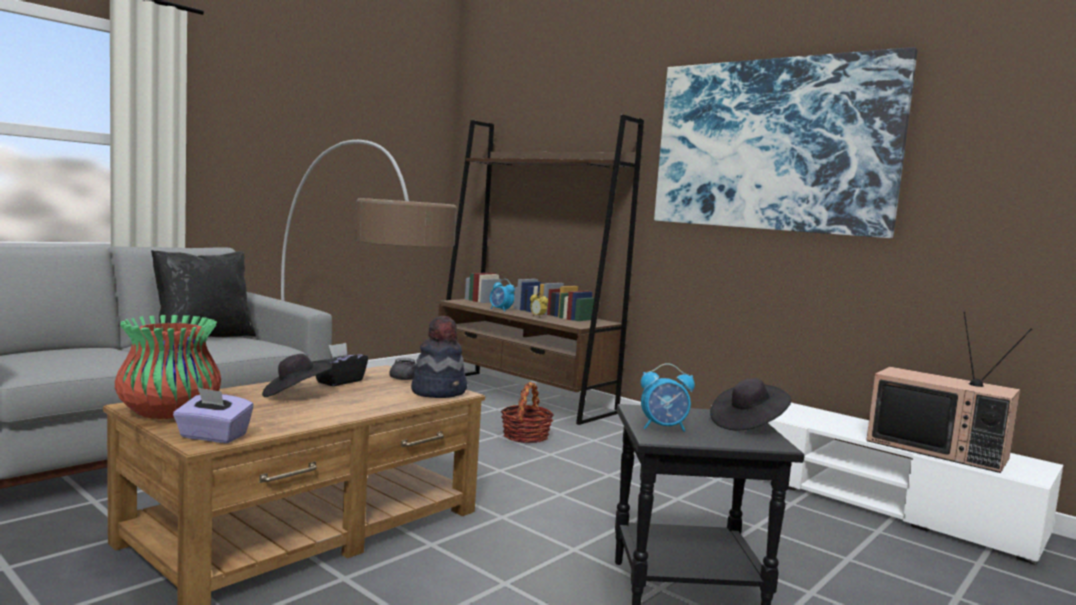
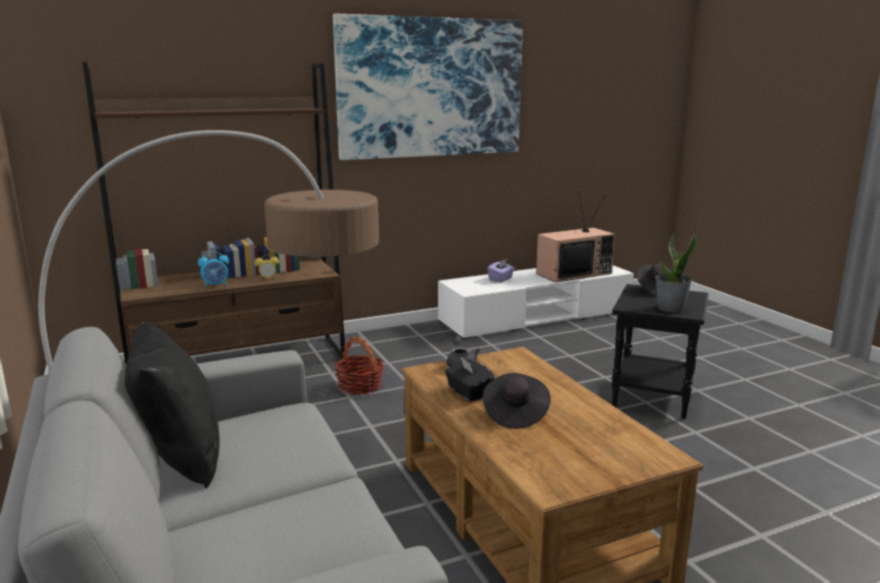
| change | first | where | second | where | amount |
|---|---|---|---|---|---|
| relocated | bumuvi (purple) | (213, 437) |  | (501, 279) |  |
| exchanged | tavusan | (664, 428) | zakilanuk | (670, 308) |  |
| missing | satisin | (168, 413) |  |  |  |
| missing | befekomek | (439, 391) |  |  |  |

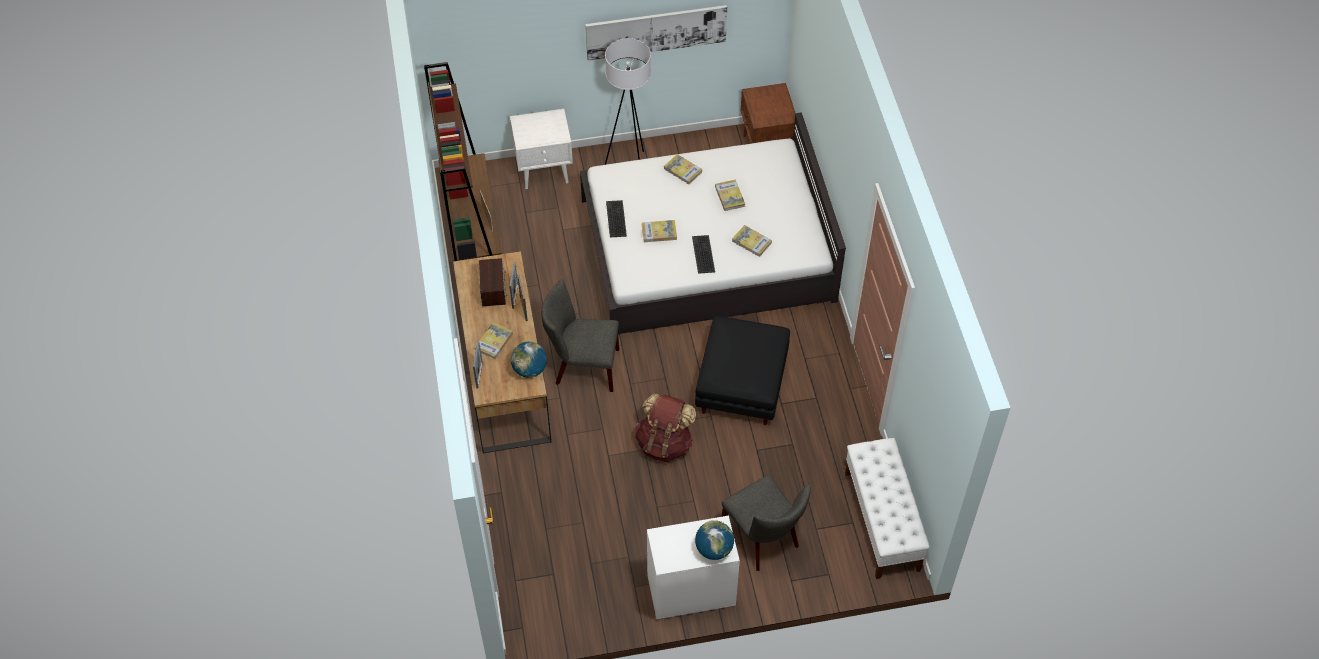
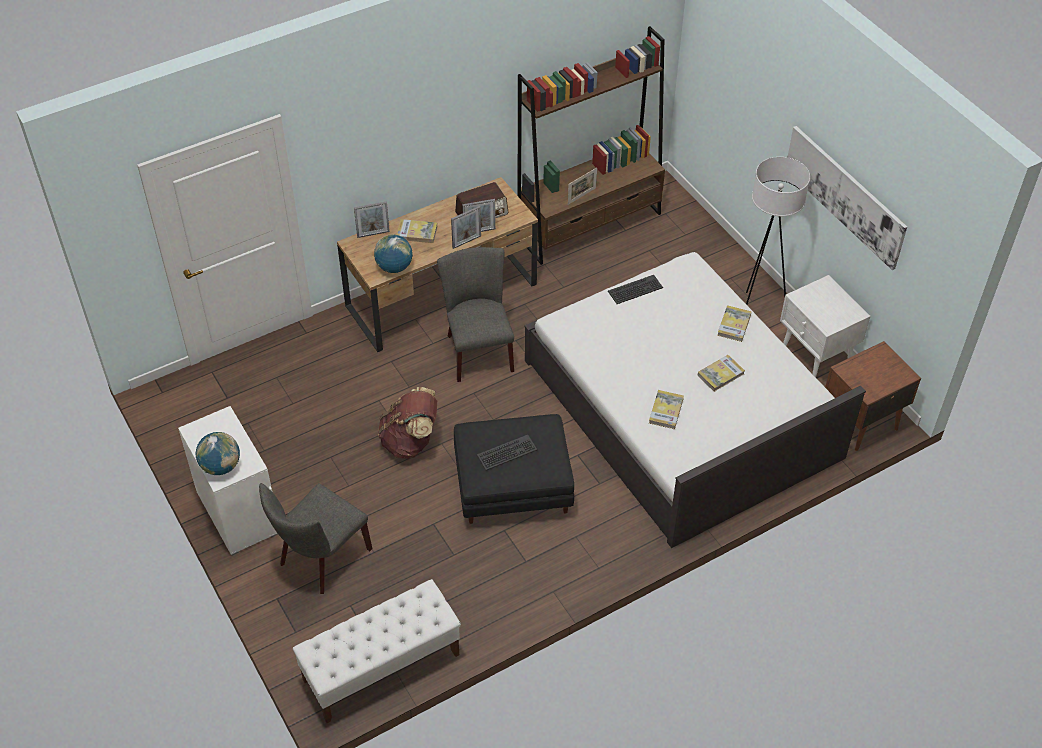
| change | first | where | second | where | amount |
|---|---|---|---|---|---|
| relocated | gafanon | (703, 254) |  | (507, 453) |  |
| relocated | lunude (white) | (544, 171) |  | (816, 356) |  |
| missing | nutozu | (659, 232) |  |  |  |

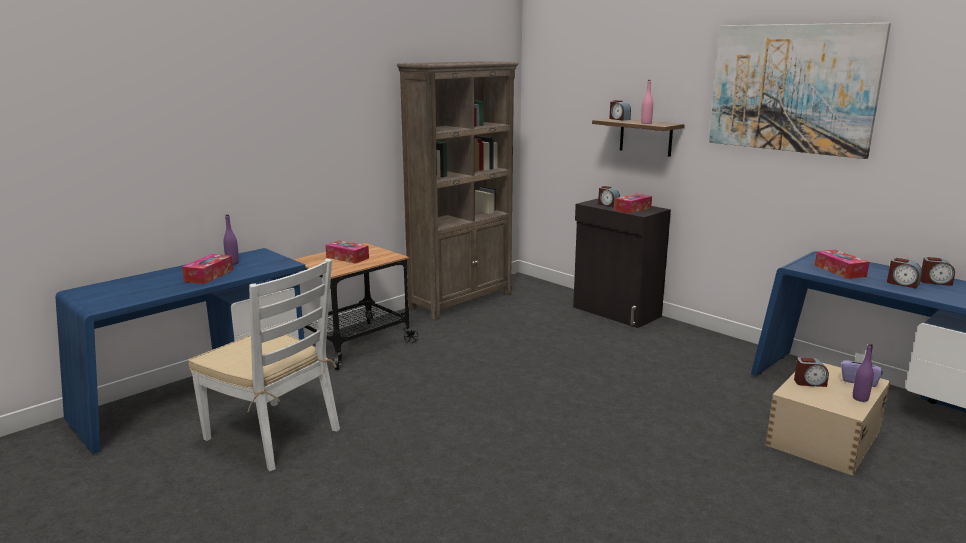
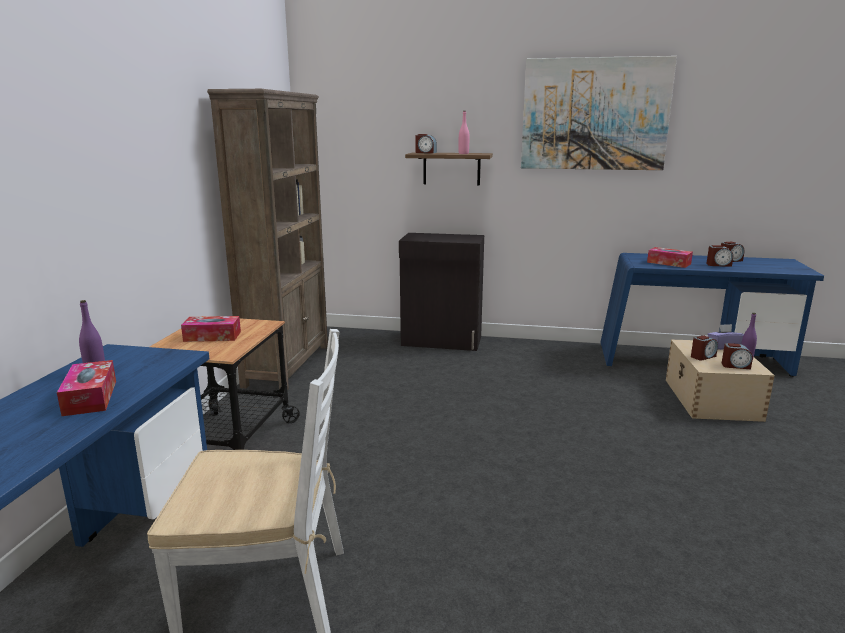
| change | first | where | second | where | amount |
|---|---|---|---|---|---|
| relocated | tavusan | (608, 205) |  | (735, 366) |  |
| missing | bumuvi | (633, 209) |  |  |  |

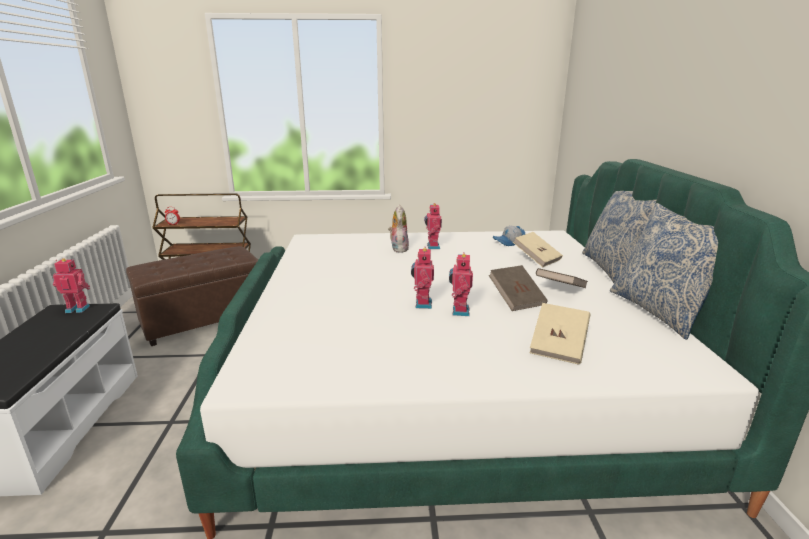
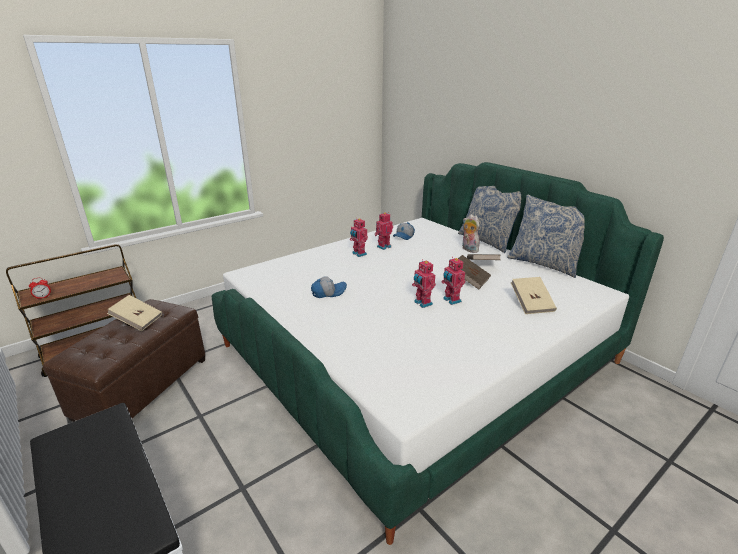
| change | first | where | second | where | amount |
|---|---|---|---|---|---|
| relocated | nutozu (beige) | (536, 259) |  | (138, 321) |  |
| appeared |  |  | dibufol | (328, 292) |  |
| relocated | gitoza | (78, 308) |  | (383, 246) |  |
| relocated | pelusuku | (398, 248) |  | (468, 249) |  |

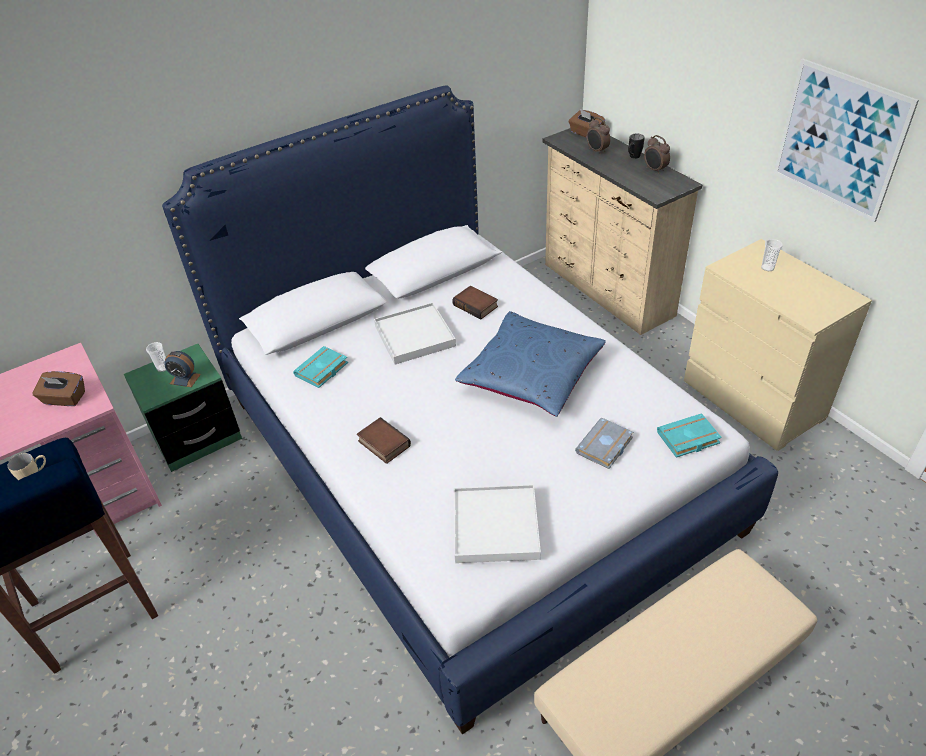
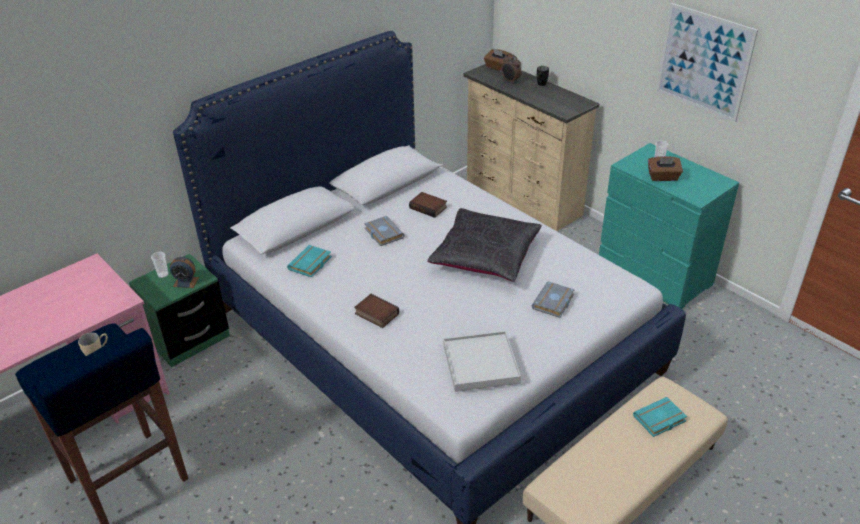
| change | first | where | second | where | amount |
|---|---|---|---|---|---|
| exchanged | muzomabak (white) | (414, 336) | nutozu (grey) | (382, 233) |  |
| colour | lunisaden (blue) | (531, 376) | lunisaden (black) | (485, 256) |  |
| colour | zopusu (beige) | (753, 401) | zopusu (turquoise) | (655, 275) |  |
| relocated | nutozu (turquoise) | (688, 439) |  | (659, 420) |  |
| relocated | bumuvi (brown) | (64, 399) |  | (663, 177) |  |
| missing | tavusan | (655, 170) |  |  |  |

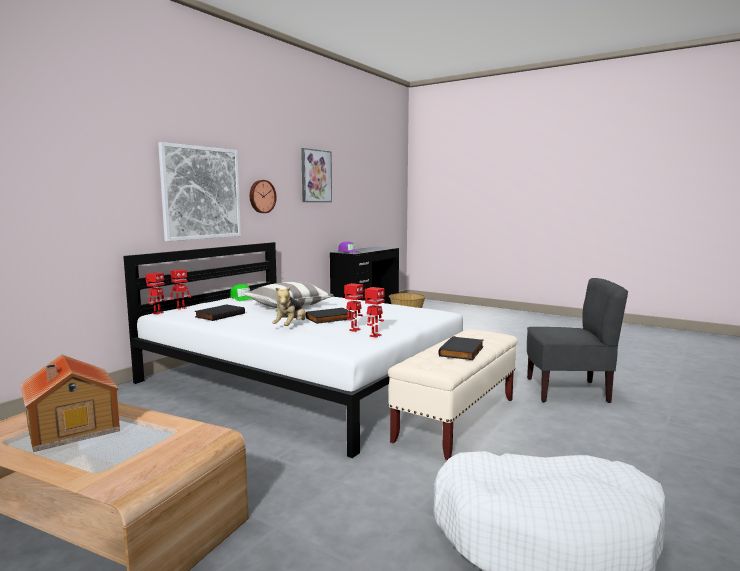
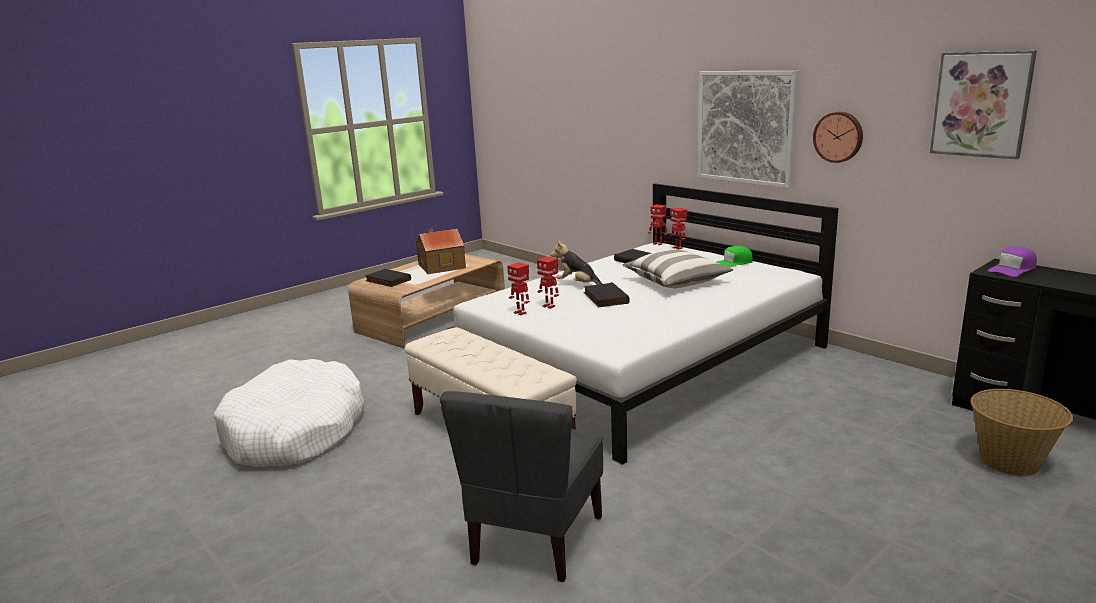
| change | first | where | second | where | amount |
|---|---|---|---|---|---|
| relocated | nutozu (black) | (462, 351) |  | (387, 281) |  |

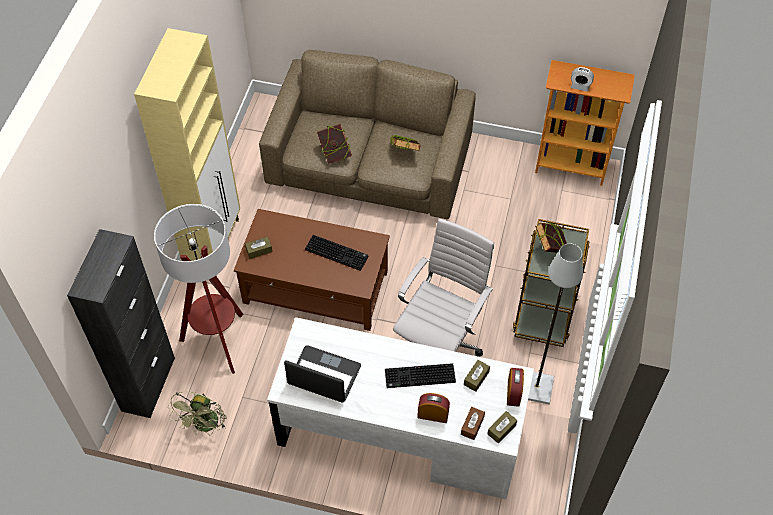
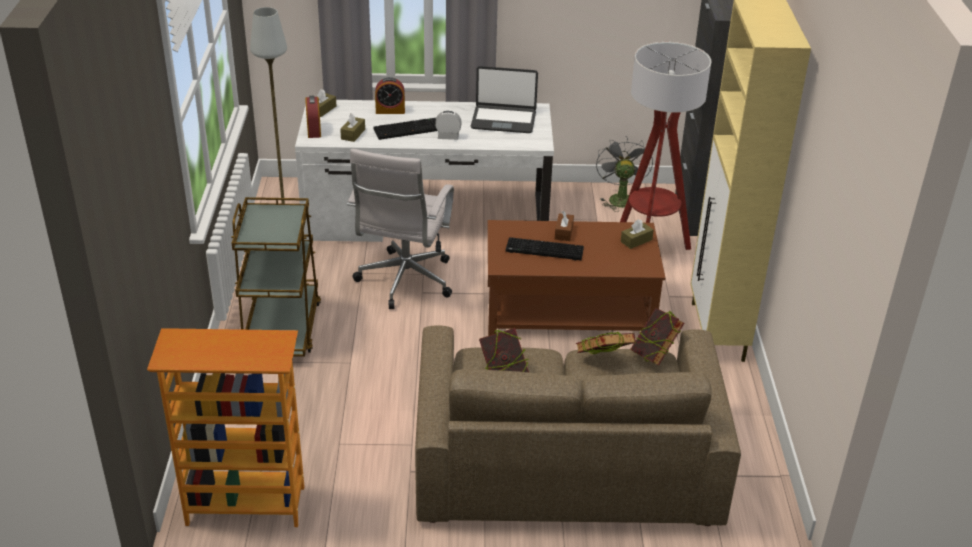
| change | first | where | second | where | amount |
|---|---|---|---|---|---|
| relocated | tavusan | (580, 86) |  | (448, 137) |  |
| relocated | bumuvi (brown) | (472, 426) |  | (563, 232) |  |
| colour | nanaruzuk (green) | (204, 426) | nanaruzuk (grey) | (619, 198) |  |
| relocated | nutozu | (550, 249) |  | (654, 355) |  |

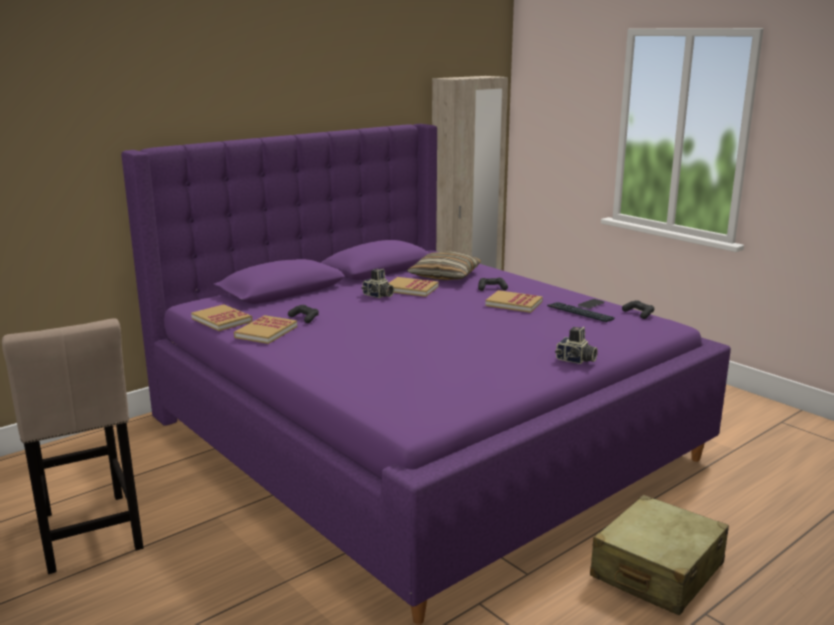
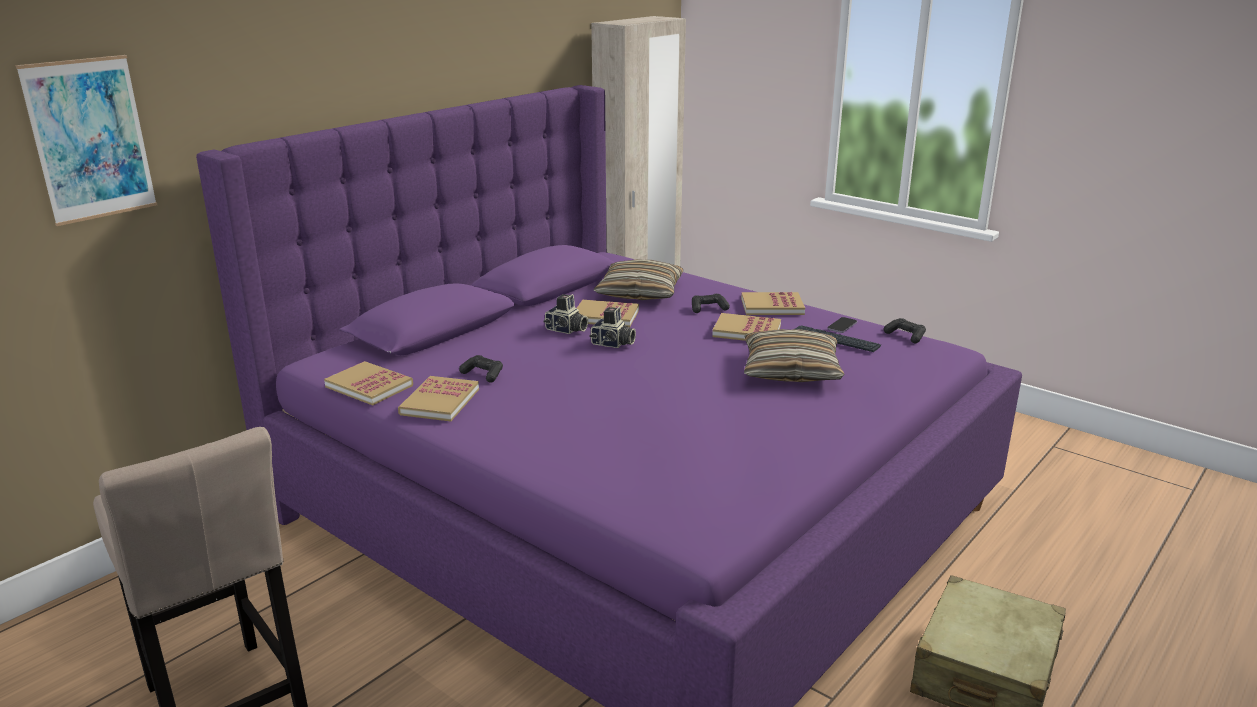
| change | first | where | second | where | amount |
|---|---|---|---|---|---|
| appeared |  |  | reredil | (90, 139) |  |
| relocated | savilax | (575, 360) |  | (613, 344) |  |
| appeared |  |  | nutozu | (772, 306) |  |
| appeared |  |  | lunisaden | (790, 370) |  |

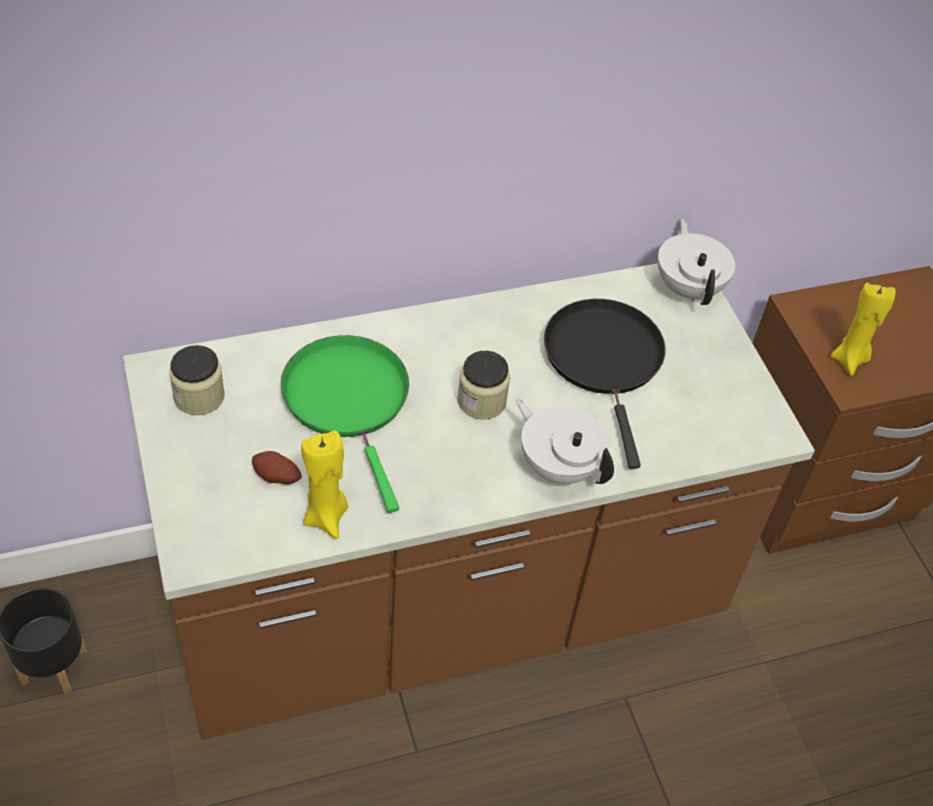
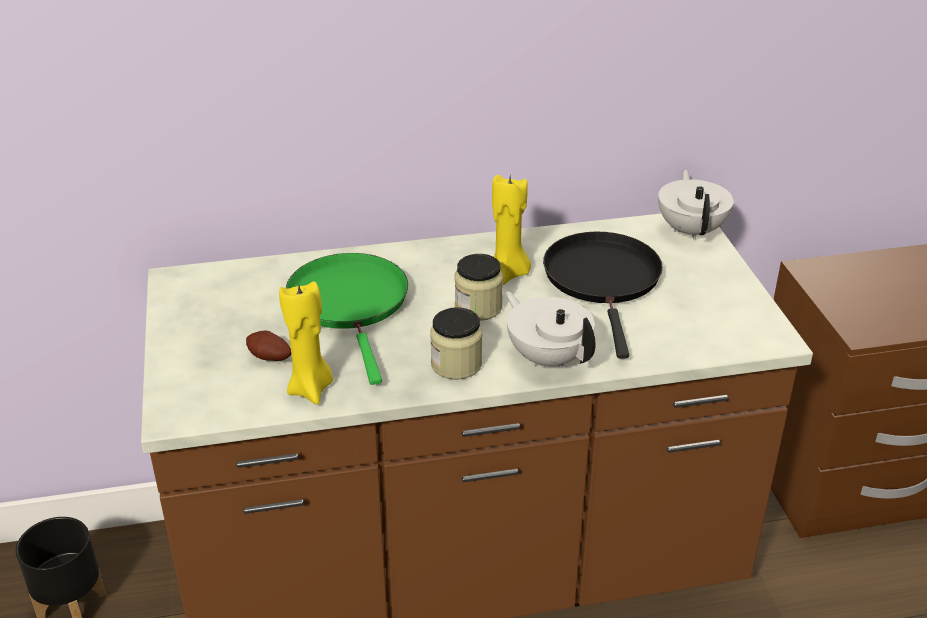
| change | first | where | second | where | amount |
|---|---|---|---|---|---|
| relocated | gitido | (199, 397) |  | (456, 364) |  |
| relocated | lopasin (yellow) | (850, 359) |  | (509, 274) |  |

